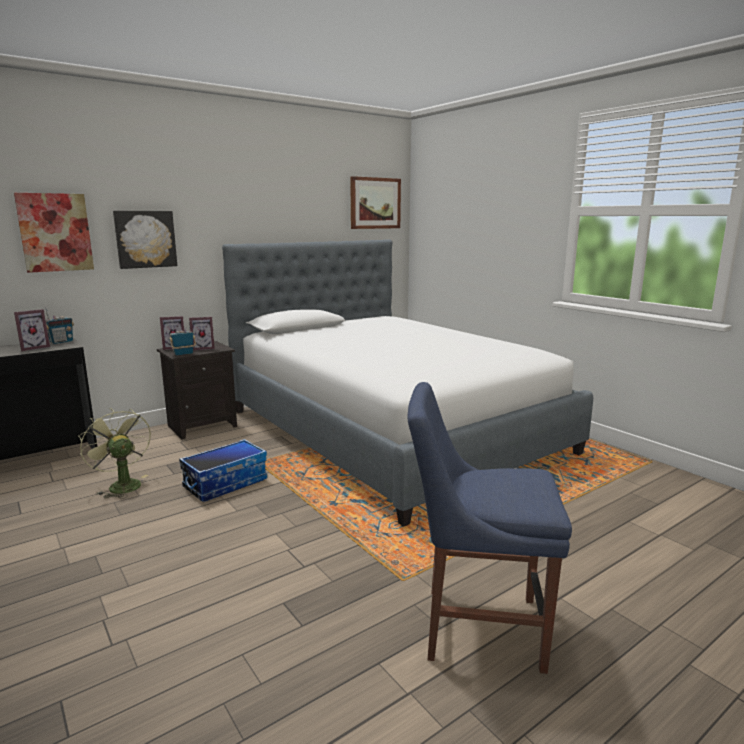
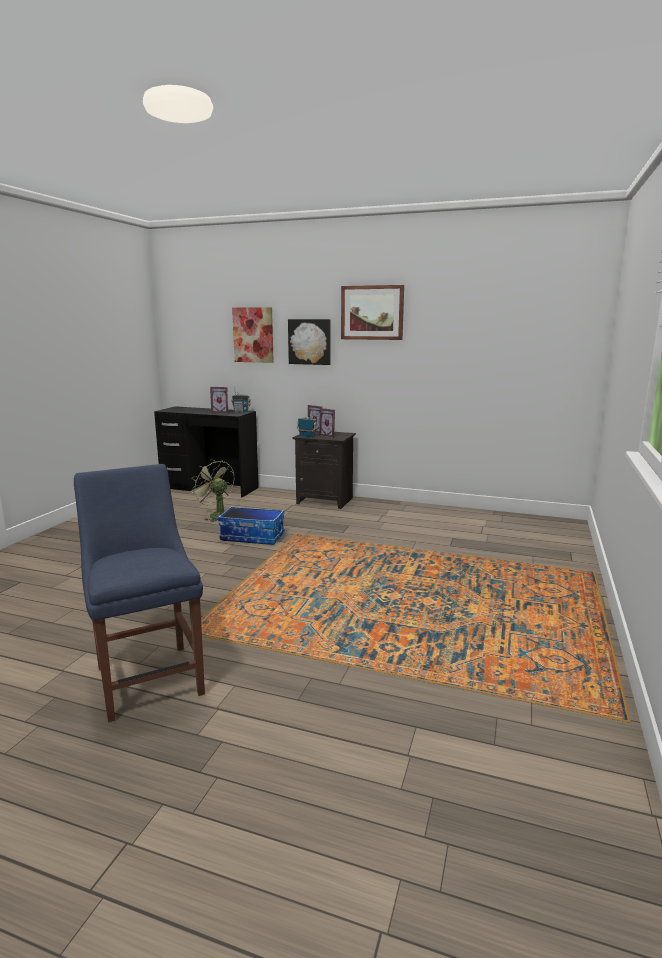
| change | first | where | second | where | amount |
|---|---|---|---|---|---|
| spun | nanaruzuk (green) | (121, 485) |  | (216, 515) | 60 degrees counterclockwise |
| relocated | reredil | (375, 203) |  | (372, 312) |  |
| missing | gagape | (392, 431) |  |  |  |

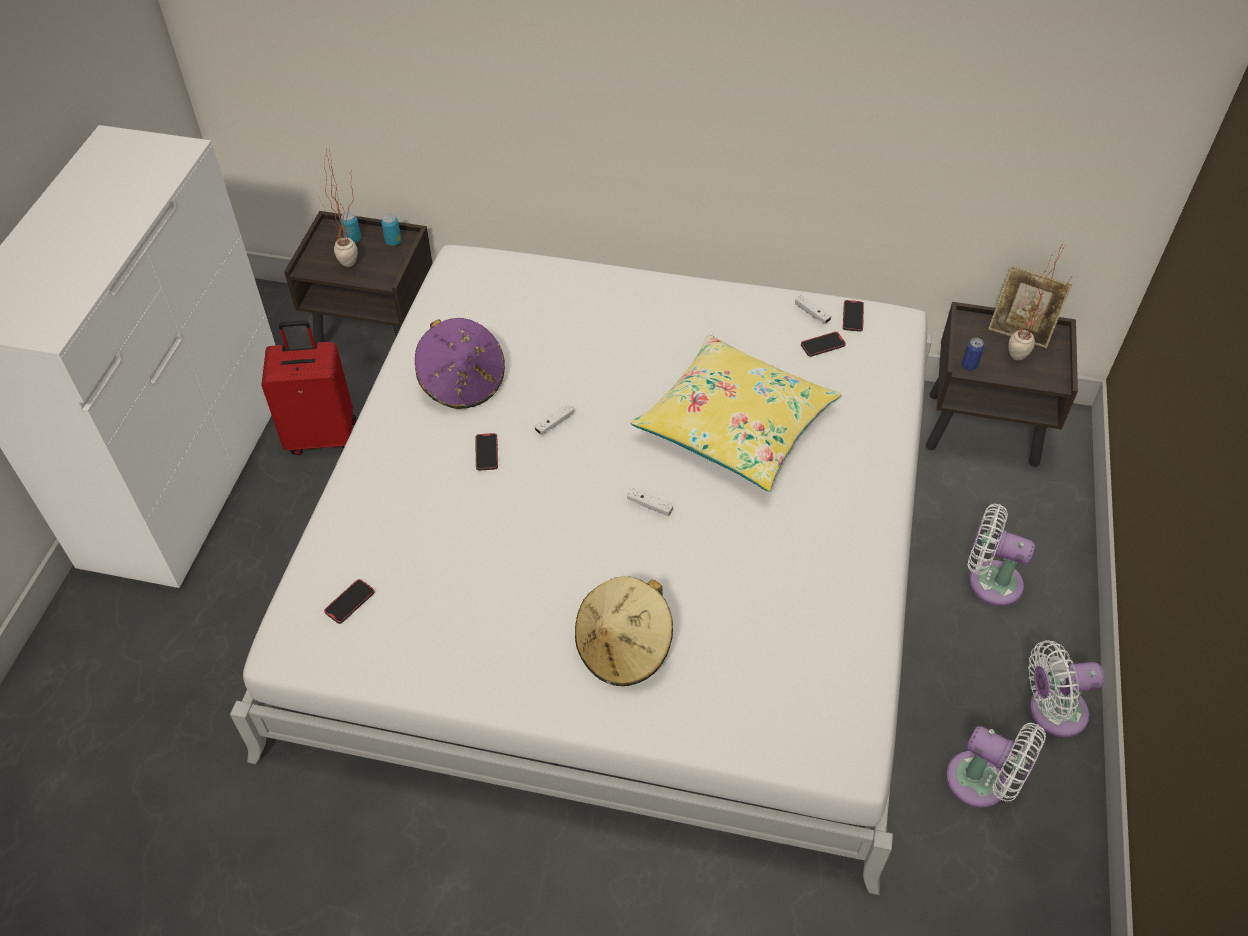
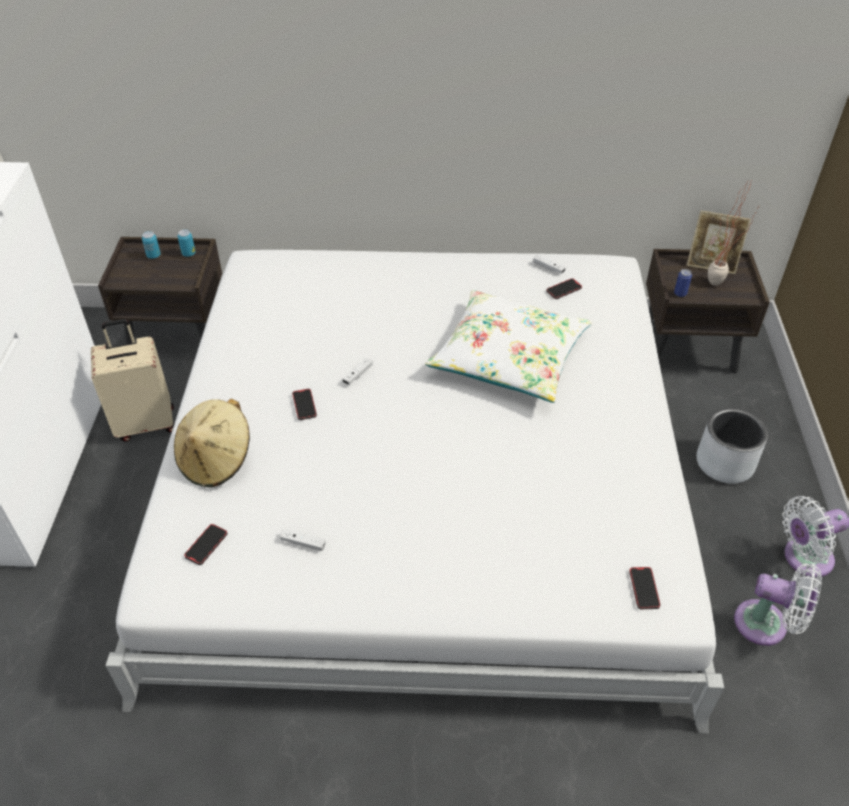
| change | first | where | second | where | amount |
|---|---|---|---|---|---|
| colour | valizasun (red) | (322, 436) | valizasun (beige) | (146, 423) |  |
| relocated | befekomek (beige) | (623, 648) |  | (216, 460) |  |
| relocated | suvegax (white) | (649, 506) |  | (303, 543) |  |
| colour | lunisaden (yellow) | (735, 425) | lunisaden (white) | (509, 357) |  |
| relocated | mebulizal | (853, 317) |  | (644, 589) |  |
| exchanged | nanaruzuk (white) | (989, 581) | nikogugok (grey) | (725, 463) |  |
| missing | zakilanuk | (353, 267) |  |  |  |
| missing | befekomek (purple) | (463, 382) |  |  |  |

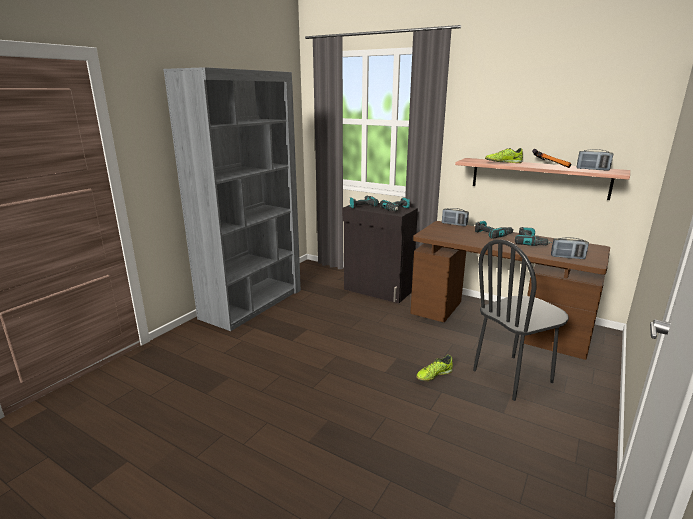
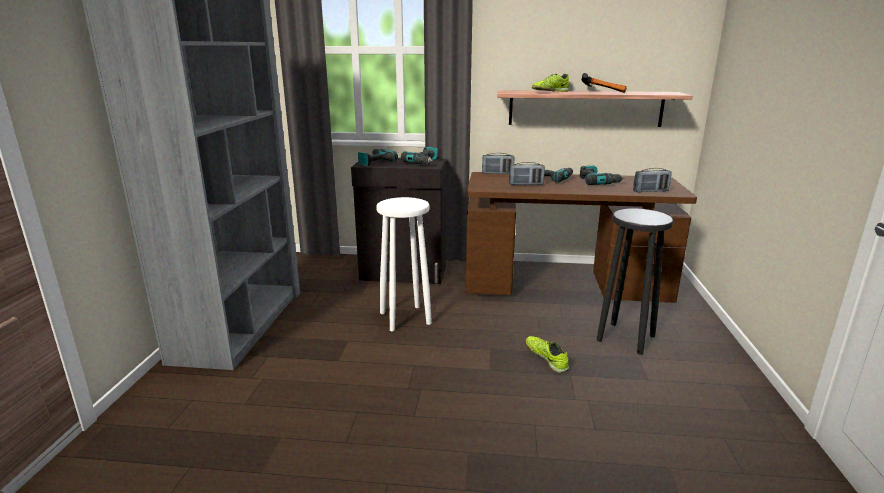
| change | first | where | second | where | amount |
|---|---|---|---|---|---|
| appeared |  |  | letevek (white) | (406, 318) |  |
| relocated | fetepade | (592, 169) |  | (526, 184) |  |
| spun | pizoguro | (434, 375) |  | (546, 358) | 120 degrees clockwise |
| exchanged | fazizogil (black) | (512, 376) | letevek (black) | (625, 337) |  |

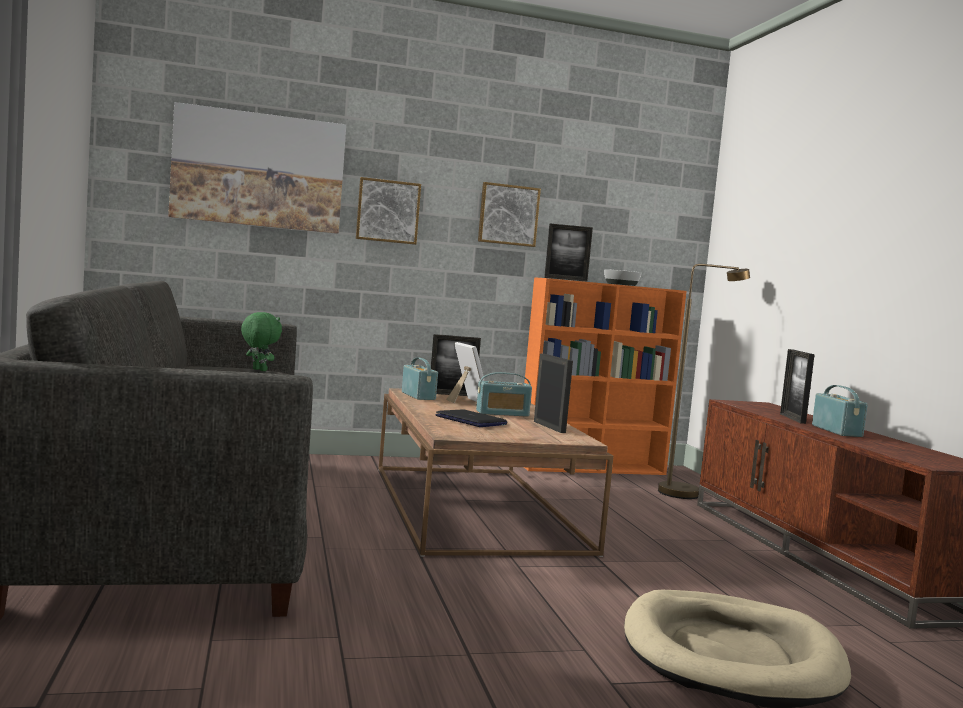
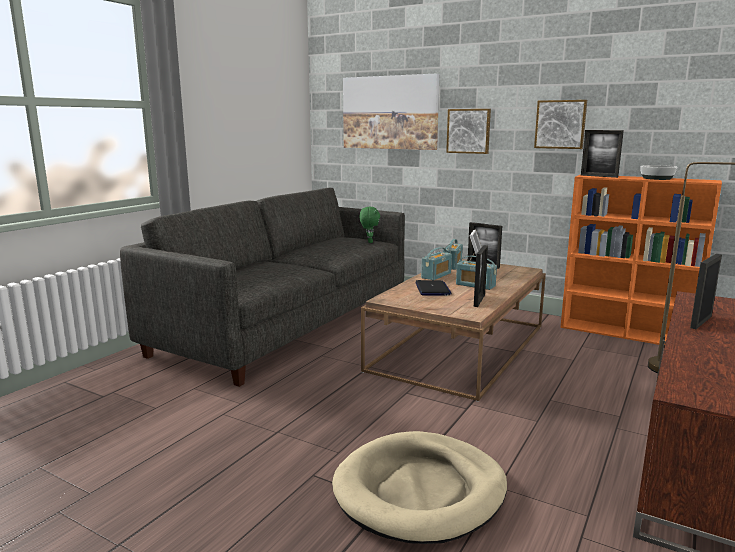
| change | first | where | second | where | amount |
|---|---|---|---|---|---|
| relocated | fetepade | (837, 431) |  | (436, 275) |  |

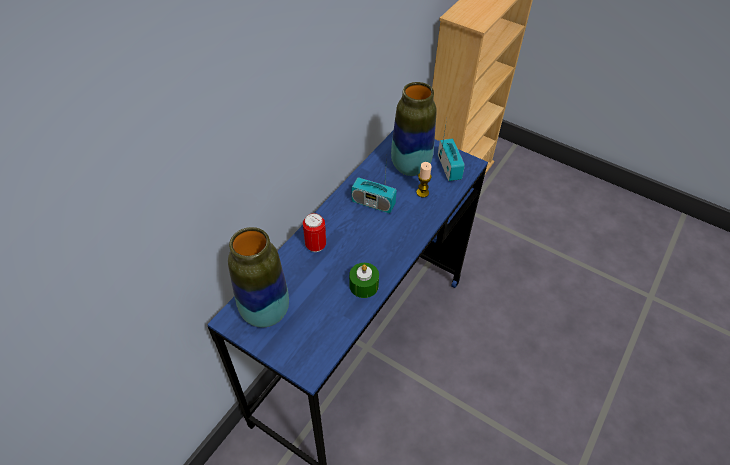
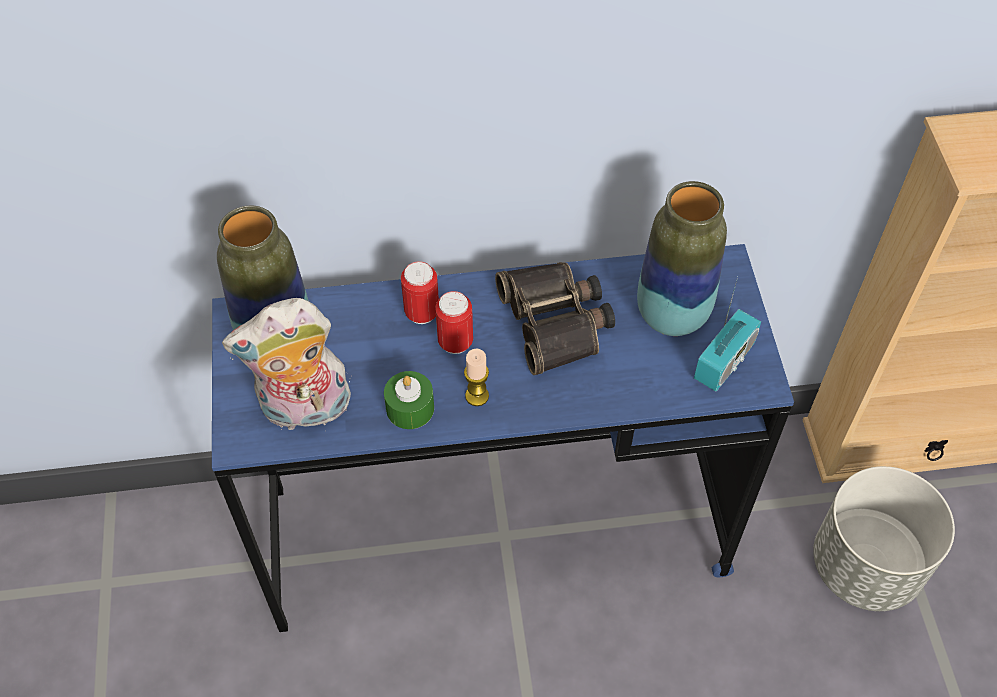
| change | first | where | second | where | amount |
|---|---|---|---|---|---|
| appeared |  |  | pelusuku | (304, 410) |  |
| appeared |  |  | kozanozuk | (455, 342) |  |
| relocated | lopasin | (422, 192) |  | (477, 396) |  |
| exchanged | fetepade | (373, 203) | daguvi | (556, 321) |  |
| appeared |  |  | nikogugok (grey) | (866, 565) |  |

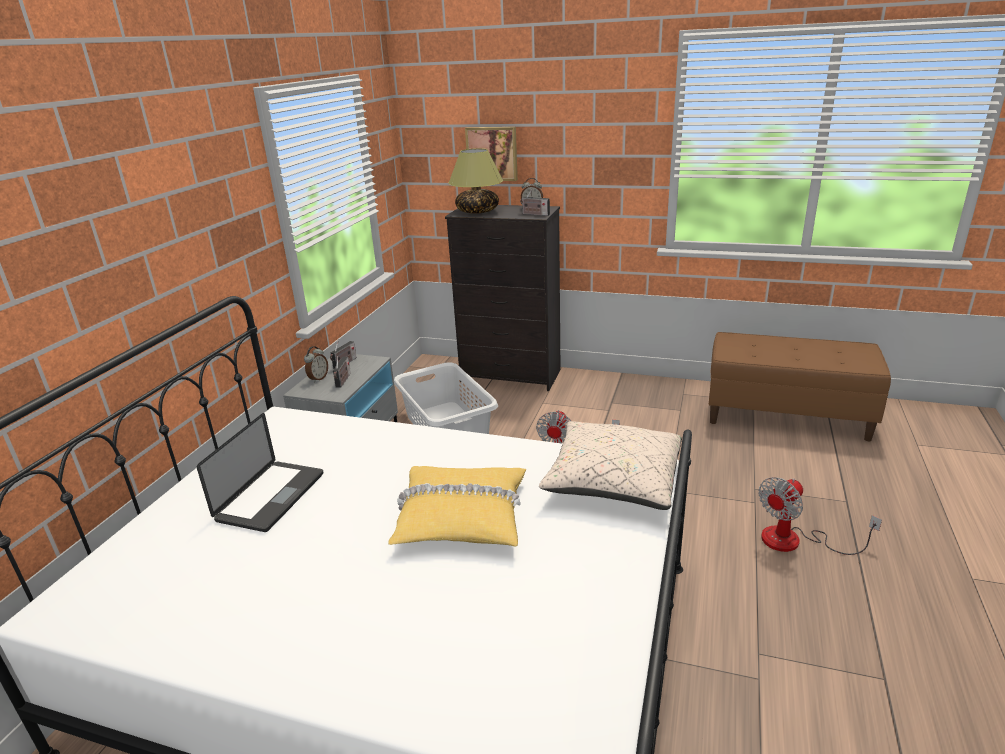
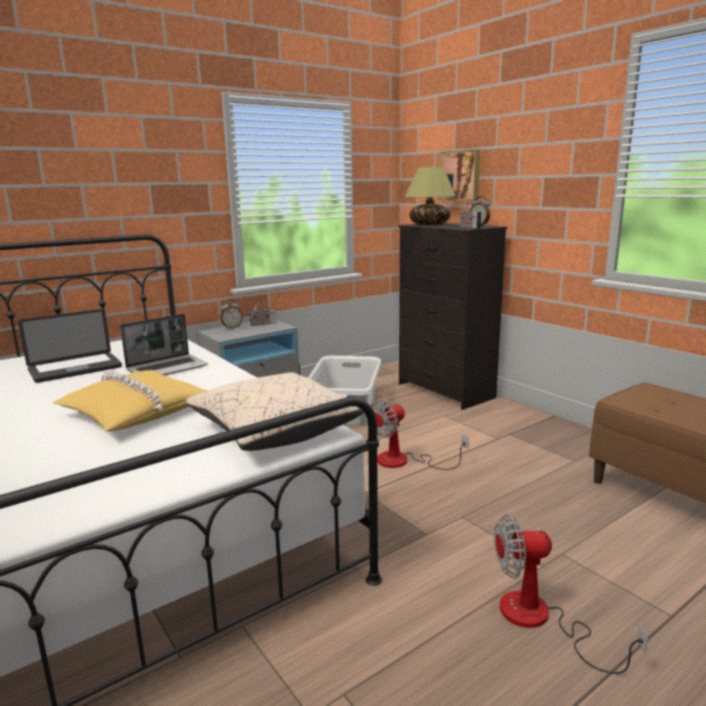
| change | first | where | second | where | amount |
|---|---|---|---|---|---|
| appeared |  |  | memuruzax | (168, 368) |  |
| missing | fetepade | (343, 381) |  |  |  |

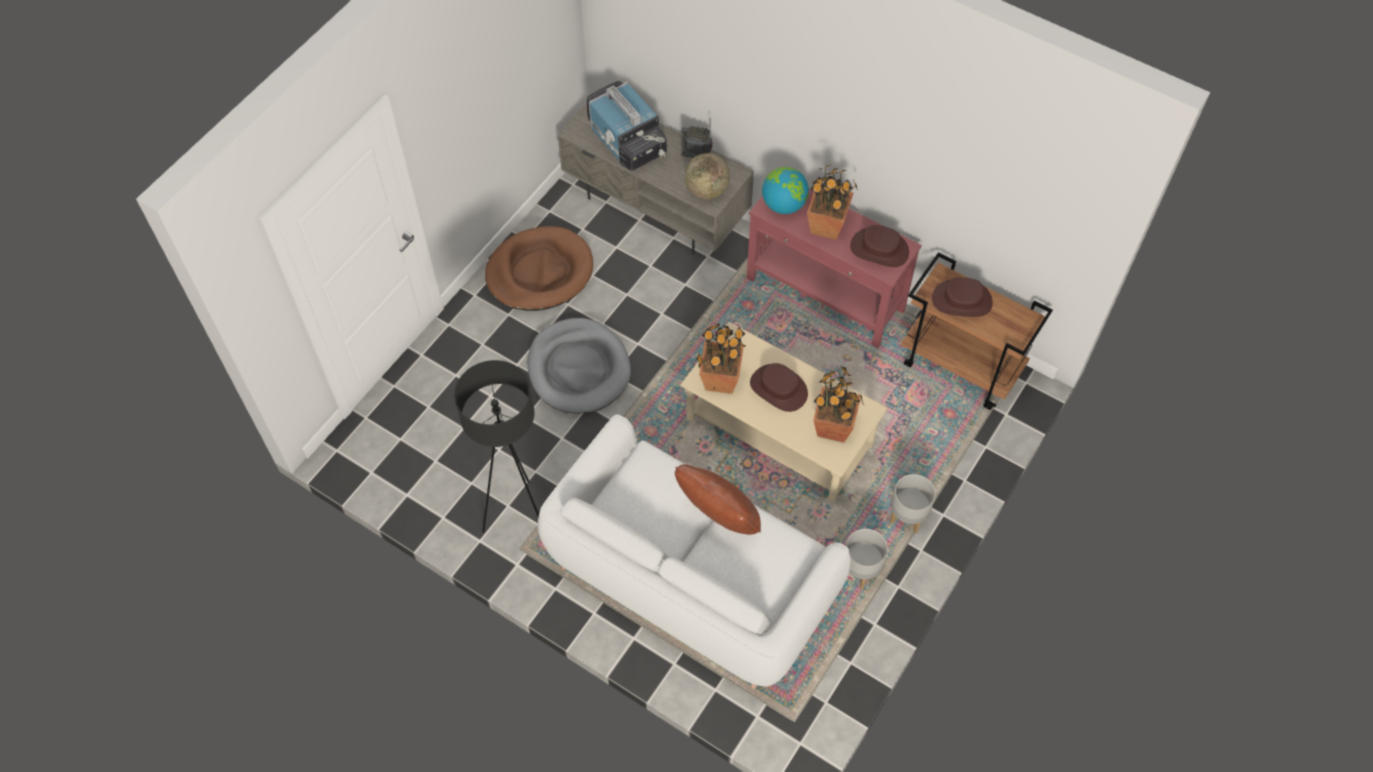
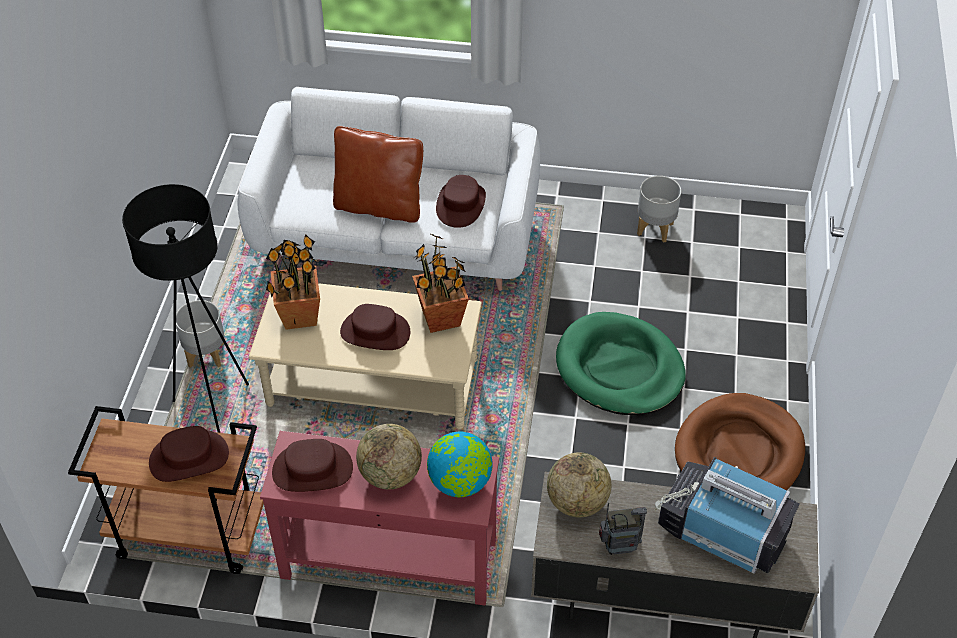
| change | first | where | second | where | amount |
|---|---|---|---|---|---|
| relocated | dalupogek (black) | (520, 517) |  | (214, 411) |  |
| exchanged | zakilanuk | (827, 226) | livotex | (390, 474) |  |
| appeared |  |  | befekomek (brown) | (461, 204) |  |
| colour | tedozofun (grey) | (579, 369) | tedozofun (green) | (619, 368) |  |
| relocated | nikogugok (grey) | (860, 570) |  | (655, 229) |  |

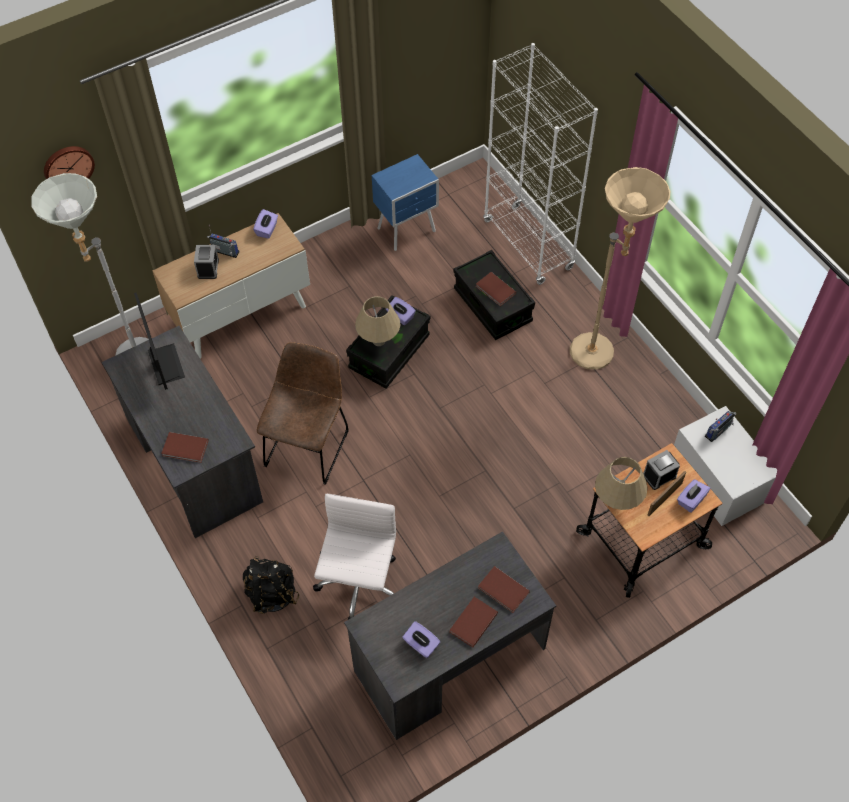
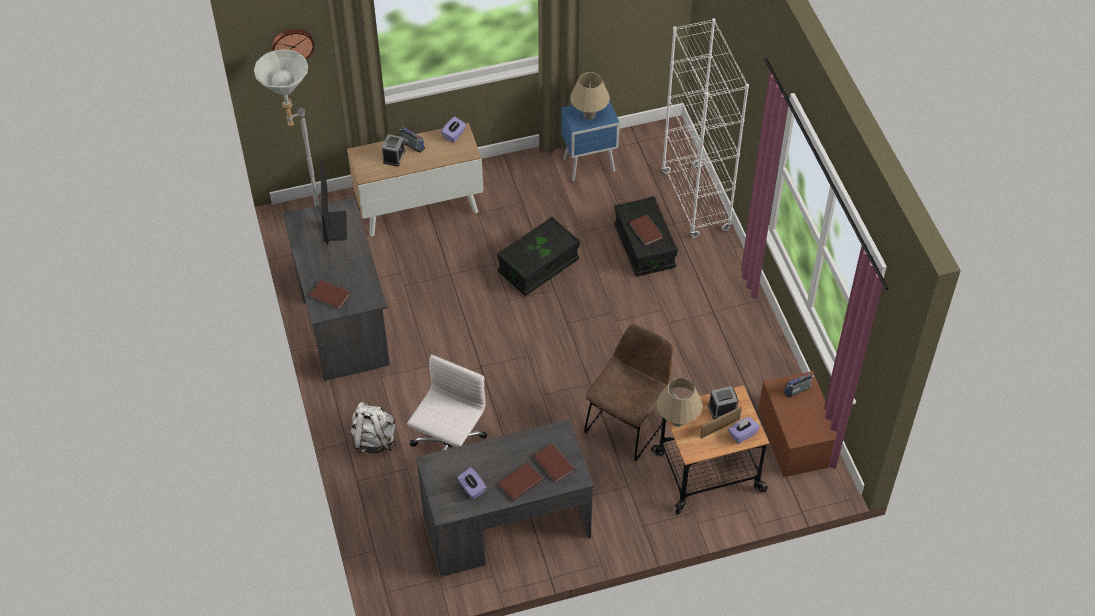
| change | first | where | second | where | amount |
|---|---|---|---|---|---|
| colour | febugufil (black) | (271, 593) | febugufil (white) | (374, 439) |  |
| relocated | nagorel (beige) | (379, 340) |  | (589, 115) |  |
| relocated | fazizogil (brown) | (308, 444) |  | (628, 422) |  |
| colour | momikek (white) | (718, 479) | momikek (brown) | (795, 438) |  |
| missing | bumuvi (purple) | (400, 316) |  |  |  |
| missing | dalupogek (beige) | (599, 357) |  |  |  |

